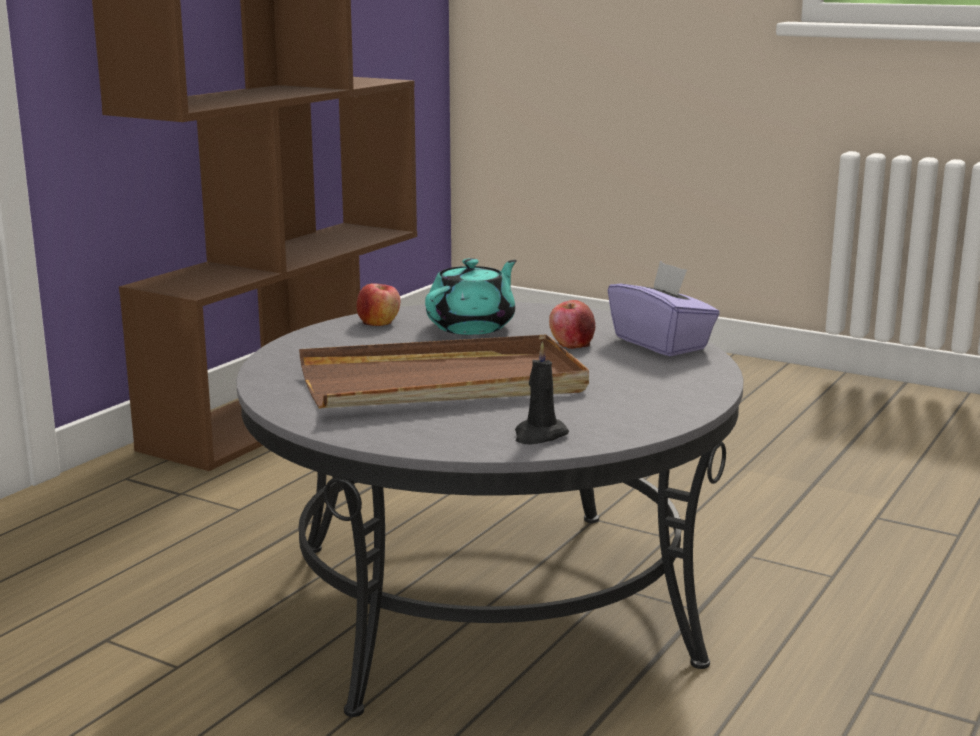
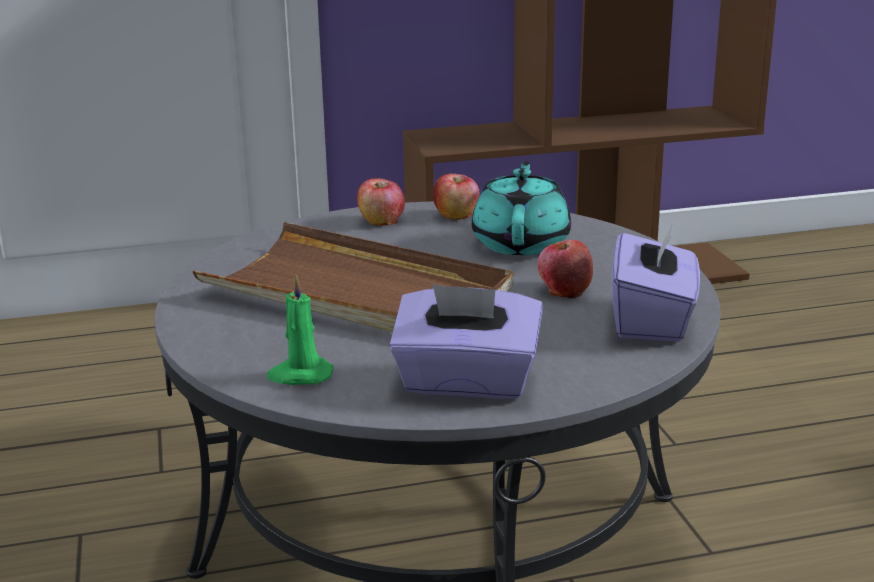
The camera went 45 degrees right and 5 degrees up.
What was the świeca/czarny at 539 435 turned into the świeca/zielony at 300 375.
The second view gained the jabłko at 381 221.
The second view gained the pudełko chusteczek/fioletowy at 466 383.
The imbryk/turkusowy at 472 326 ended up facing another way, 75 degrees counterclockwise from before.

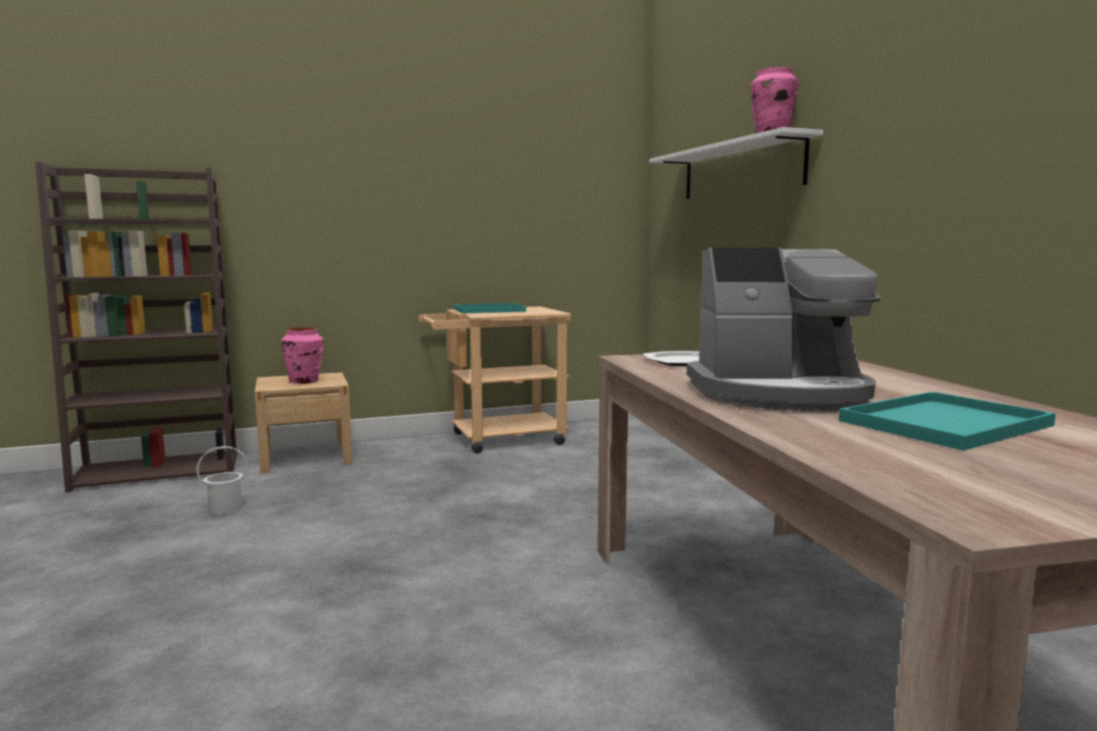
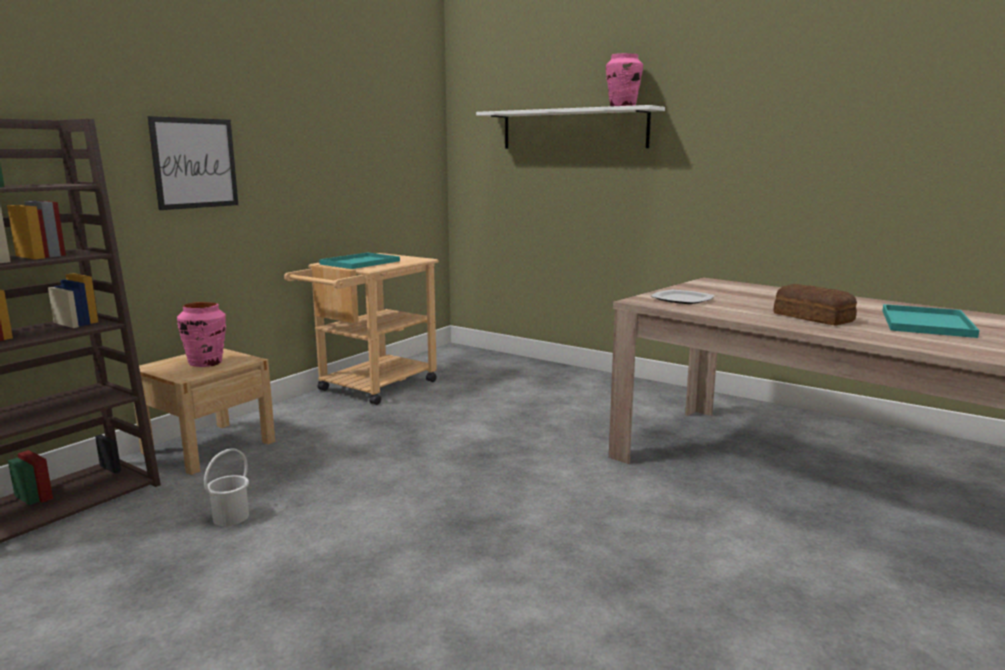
The camera went 35 degrees left and 5 degrees up.
The second view gained the obraz at 195 163.
Where the ekspres do kawy stood at 780 394, the chleb came to stand at 812 317.

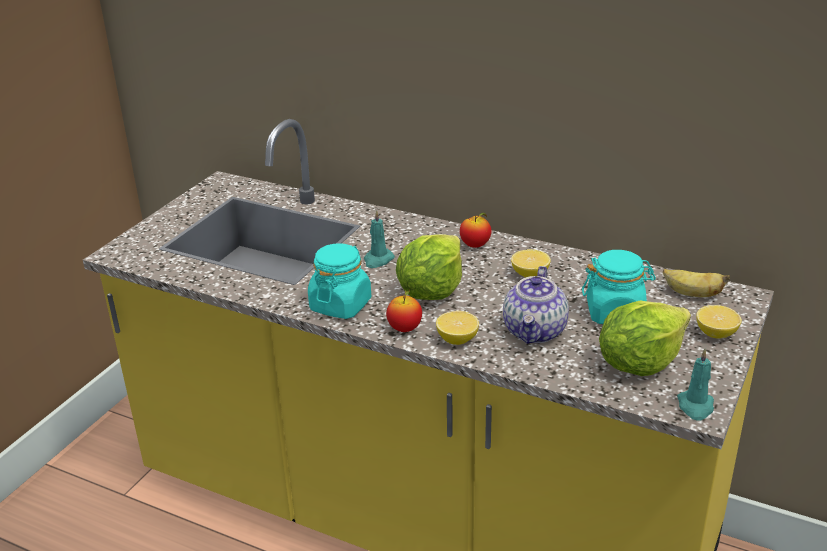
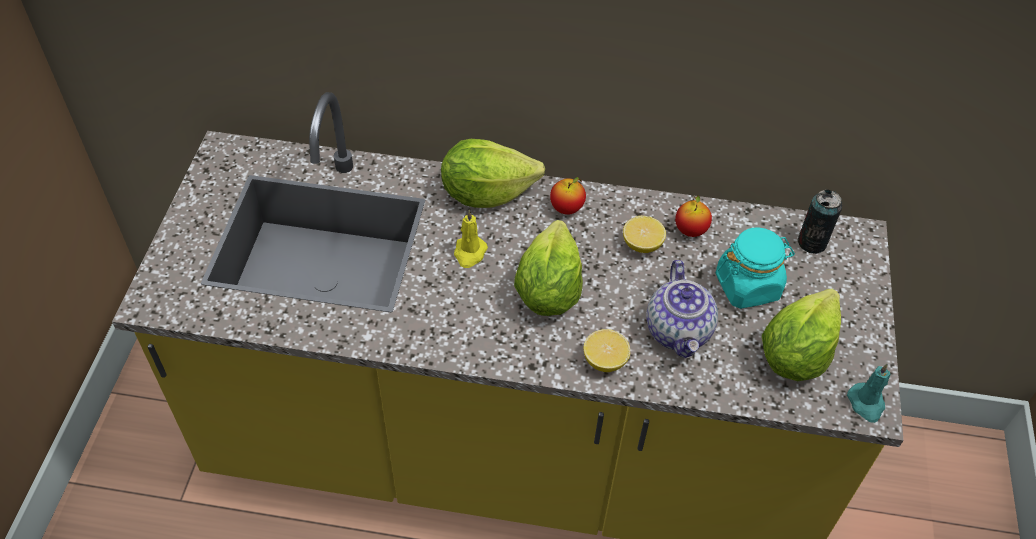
The camera went 20 degrees left and 20 degrees up.
The second view gained the sałata at 486 193.
What was the świeca/turkusowy at 378 260 turned into the świeca/żółty at 469 253.
The jabłko ended up elsewhere, having gone from 405 329 to 690 230.
Where the banan stood at 691 294, the puszka came to stand at 812 242.
The second view lost the słoik/turkusowy at 340 305.
The second view lost the cytryna at 716 334.

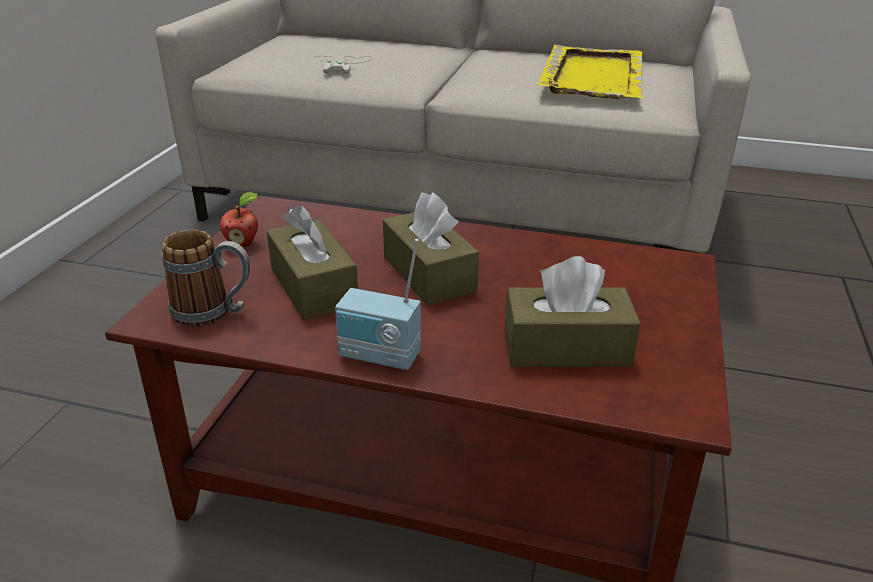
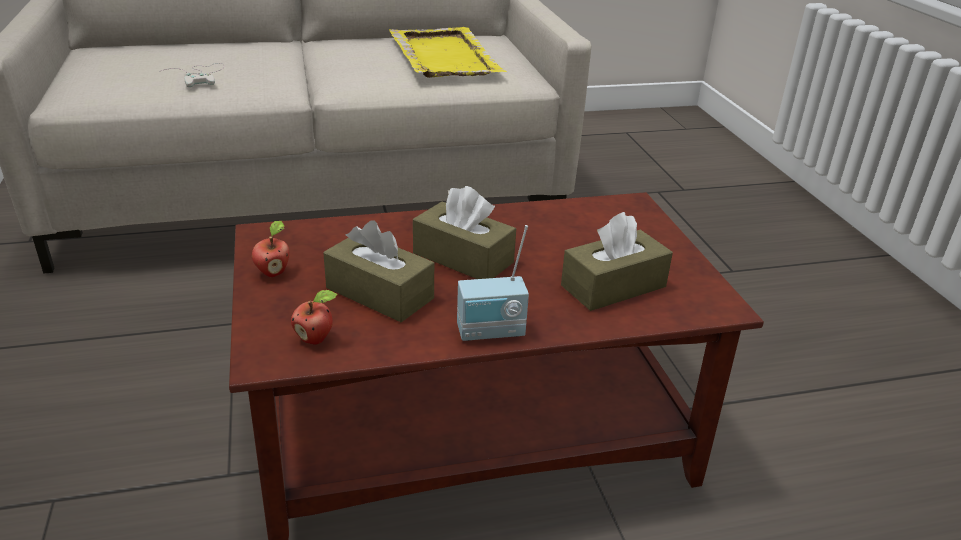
The camera went 30 degrees left and 0 degrees up.
Where the kubek stood at 214 313, the jabłko came to stand at 316 339.

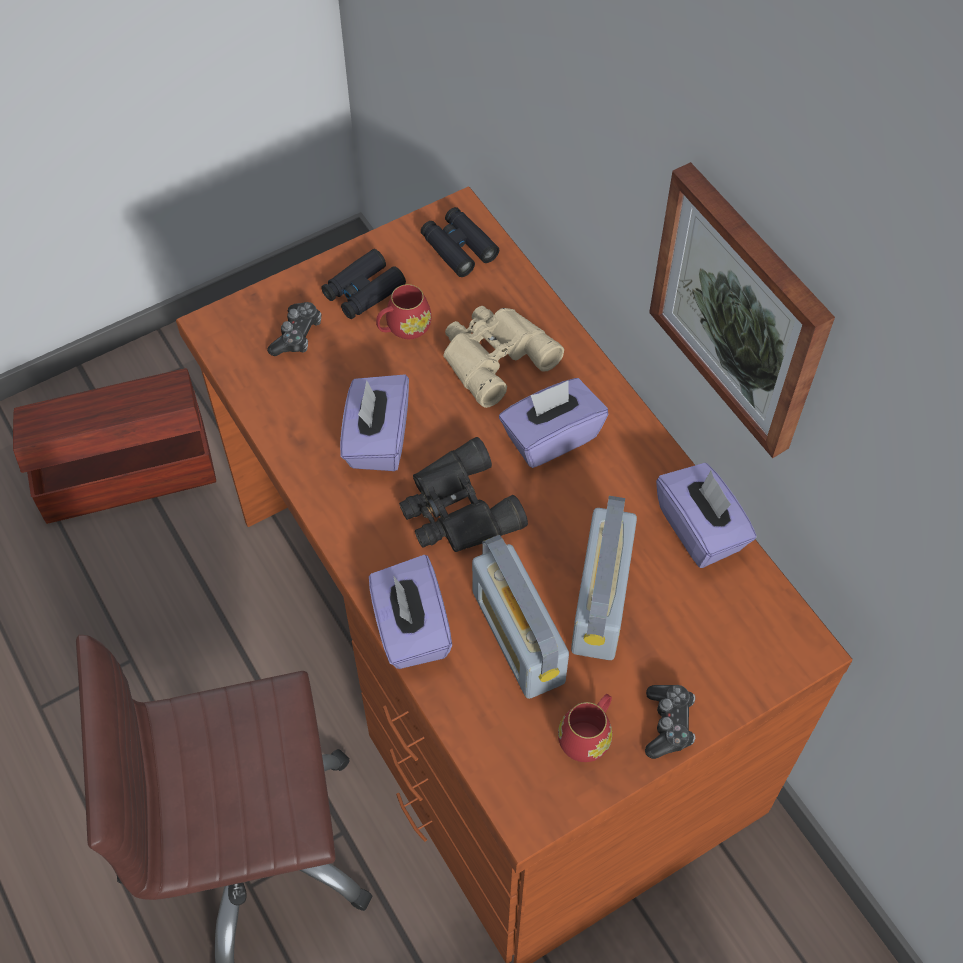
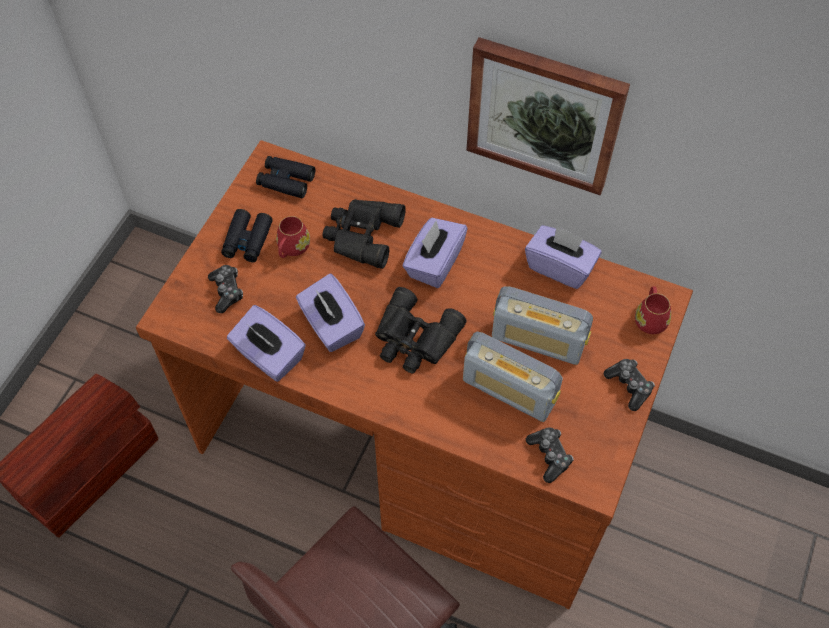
The camera went 35 degrees left and 0 degrees up.
The pudełko chusteczek/fioletowy ended up elsewhere, having gone from 410 629 to 269 356.
What was the lornetka/beżowy at 493 356 turned into the lornetka/czarny at 361 235.
The radio at 601 600 ended up facing another way, 45 degrees counterclockwise from before.
The second view gained the pad do gier at 549 456.
The kubek/czerwony ended up elsewhere, having gone from 588 735 to 650 318.

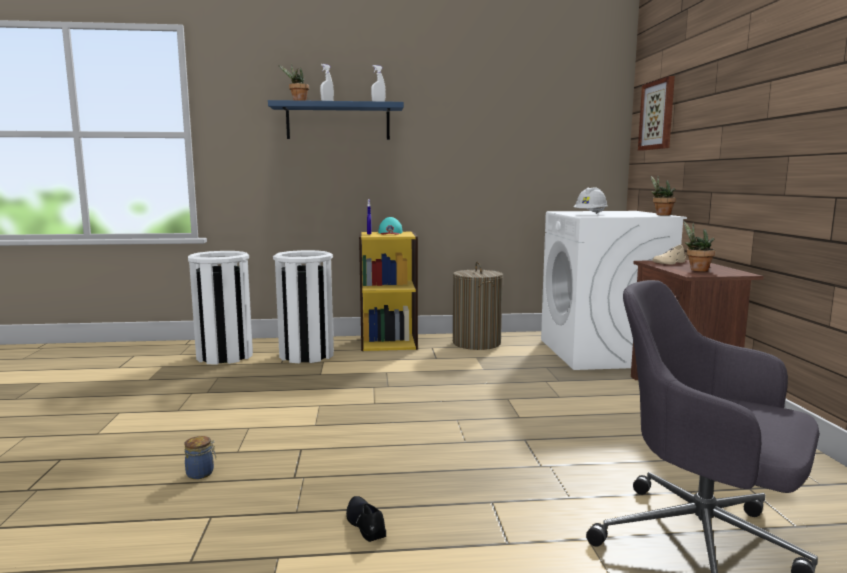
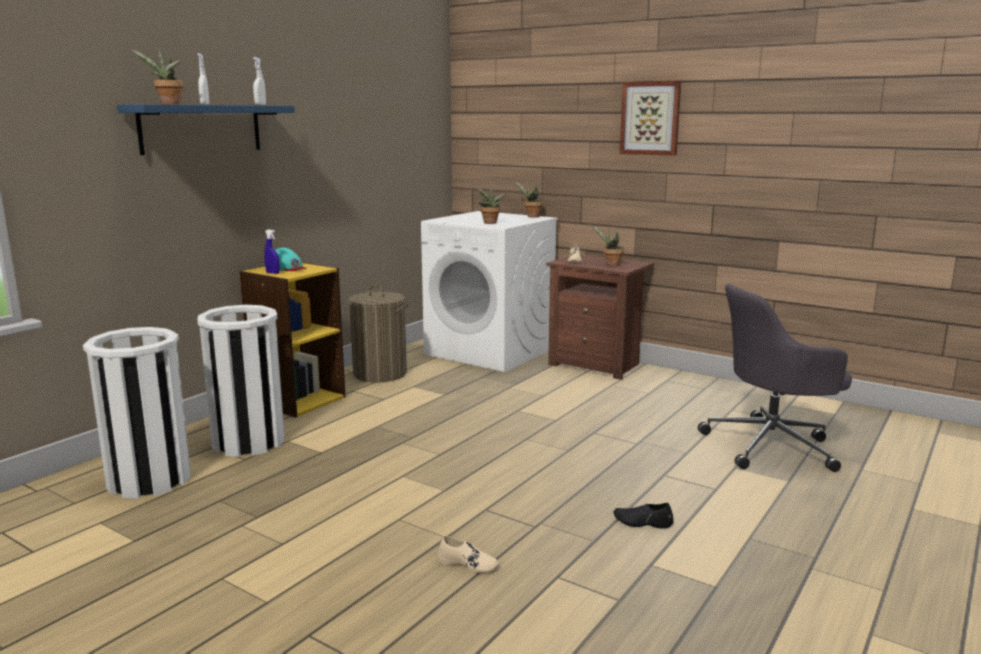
The camera went 50 degrees left and 5 degrees up.
Where the słoik stood at 201 473, the but/beżowy came to stand at 468 563.
Where the kask/biały stood at 590 215, the roślina doniczkowa came to stand at 490 223.
The obraz ended up elsewhere, having gone from 657 115 to 650 118.

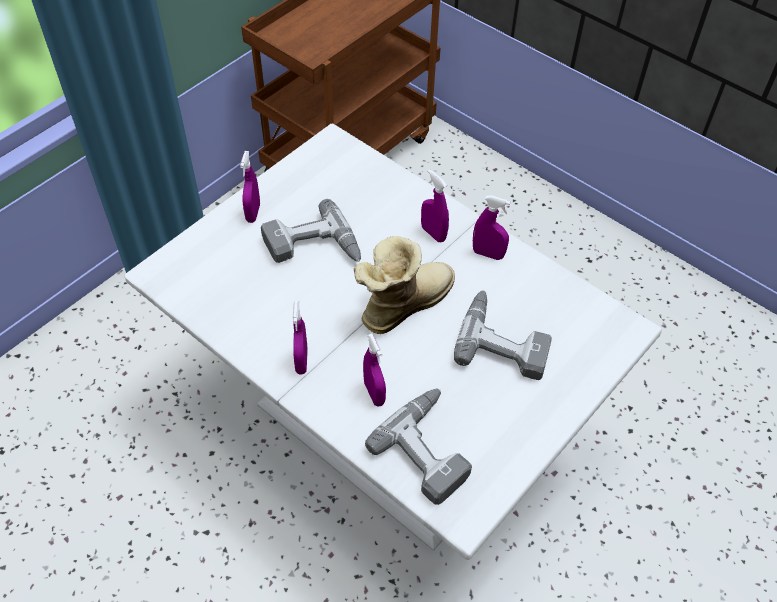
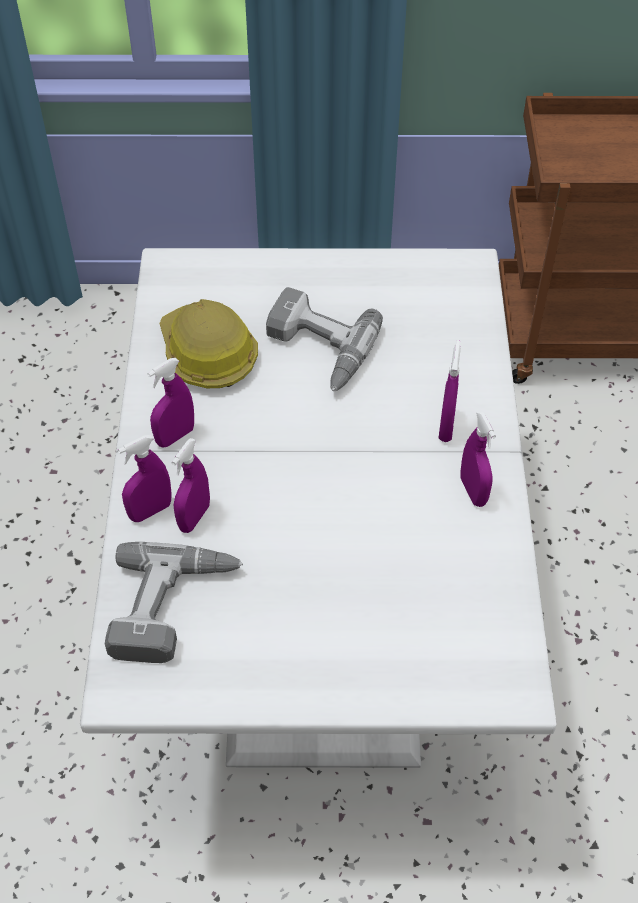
The camera went 50 degrees right and 0 degrees up.
The spryskiwacz/fioletowy ended up elsewhere, having gone from 253 213 to 150 511.
The second view gained the kask at 207 354.
The second view lost the but z cholewką at 402 304.
The second view lost the wiertarka at 504 341.

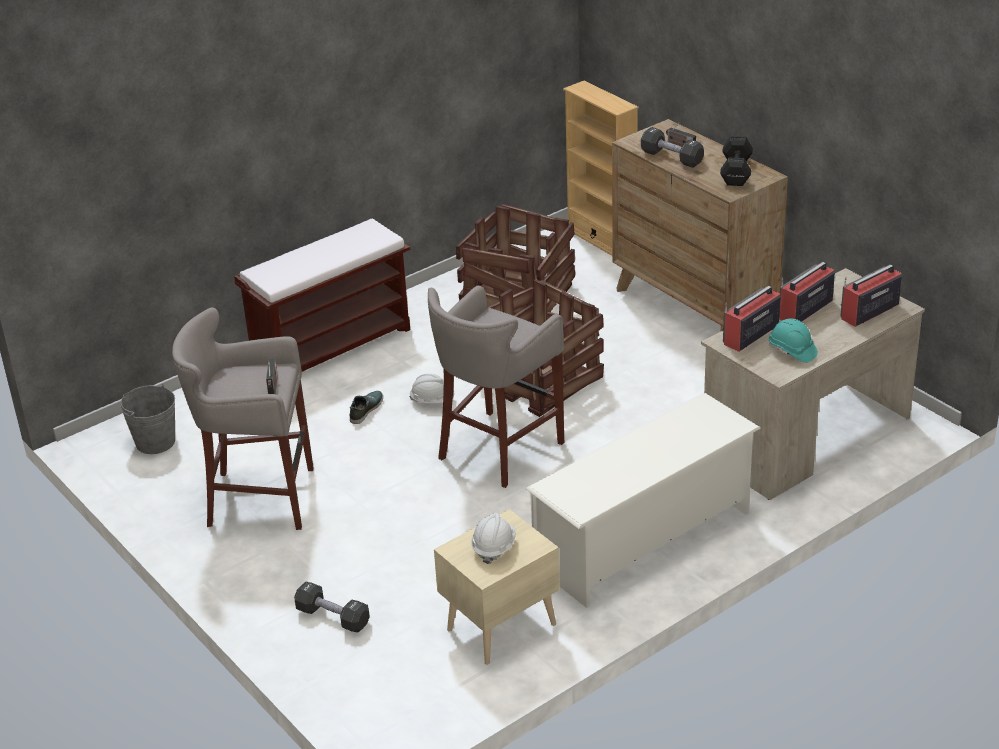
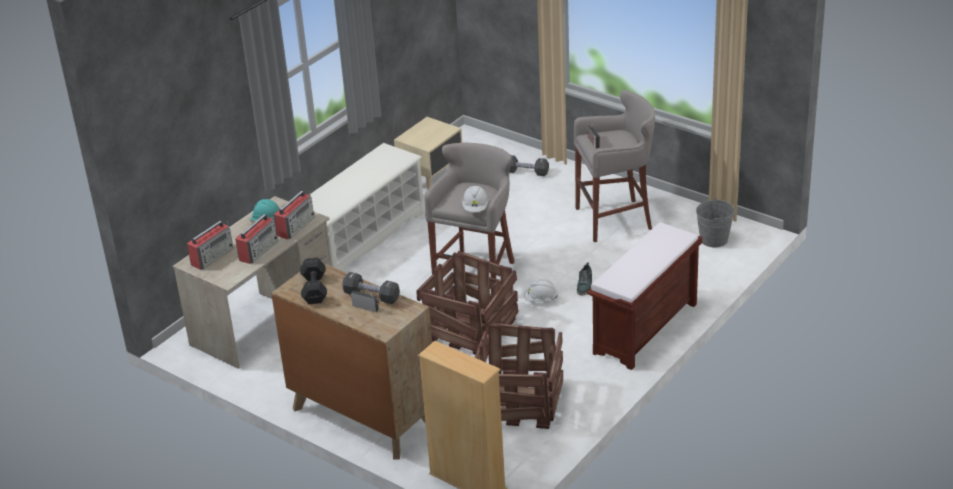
The camera went 165 degrees right and 0 degrees up.
The kask/biały ended up elsewhere, having gone from 494 547 to 475 207.

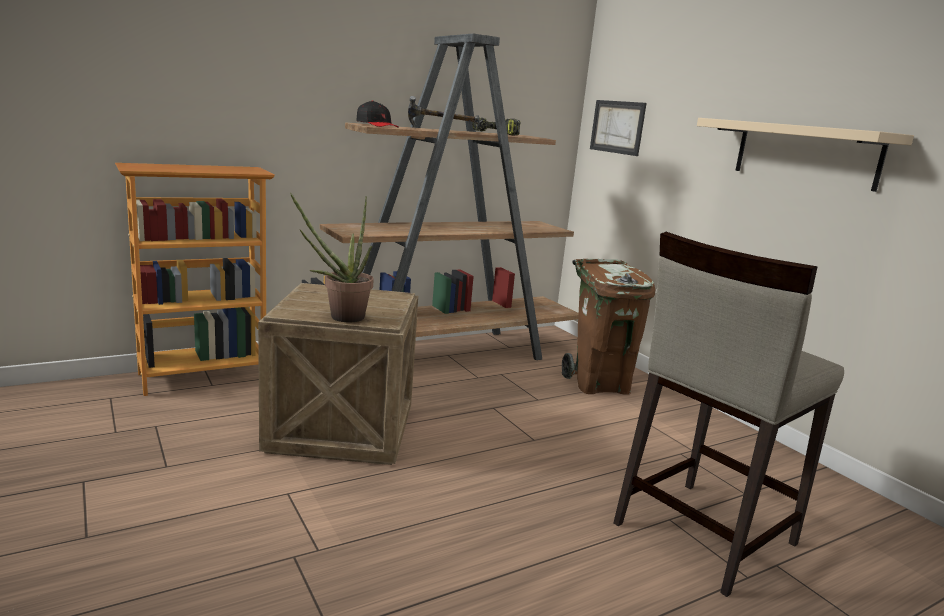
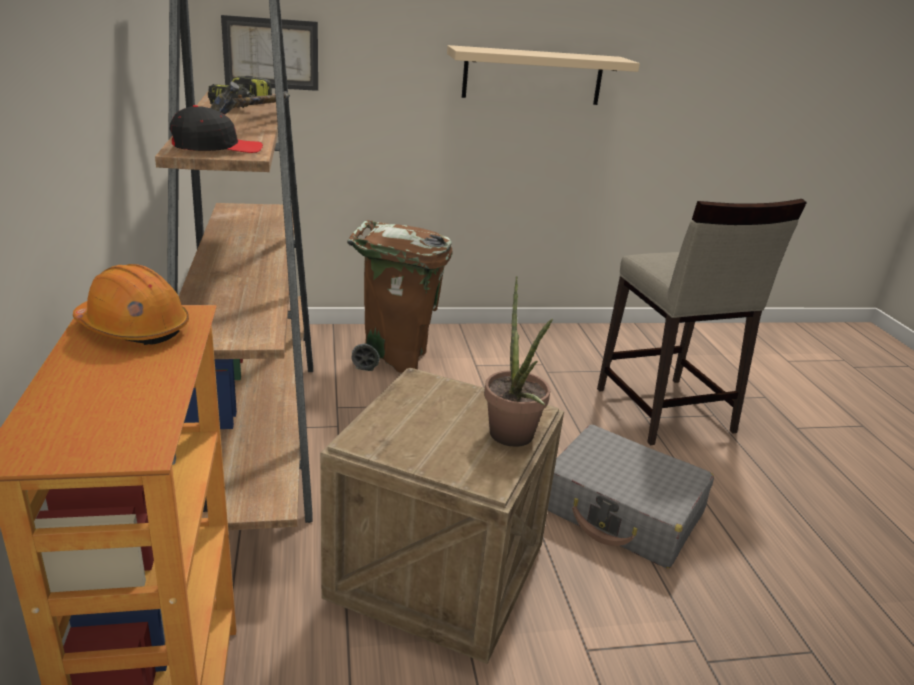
The camera went 70 degrees left and 10 degrees up.
The second view gained the kask/pomarańczowy at 133 328.
The second view gained the walizka/szary at 622 511.

